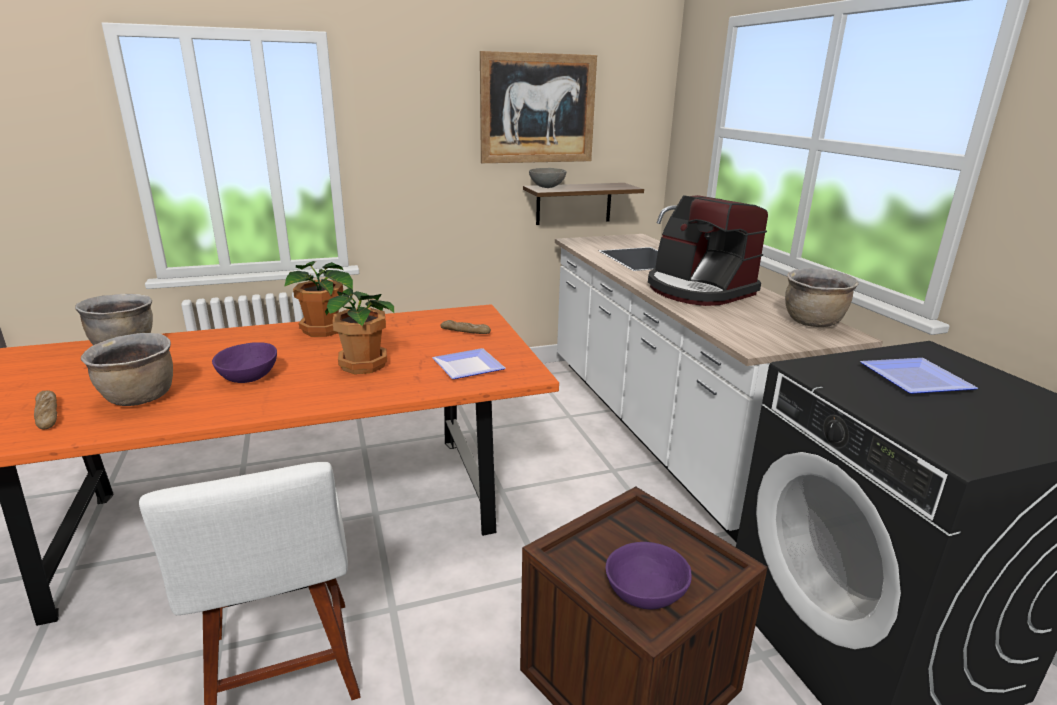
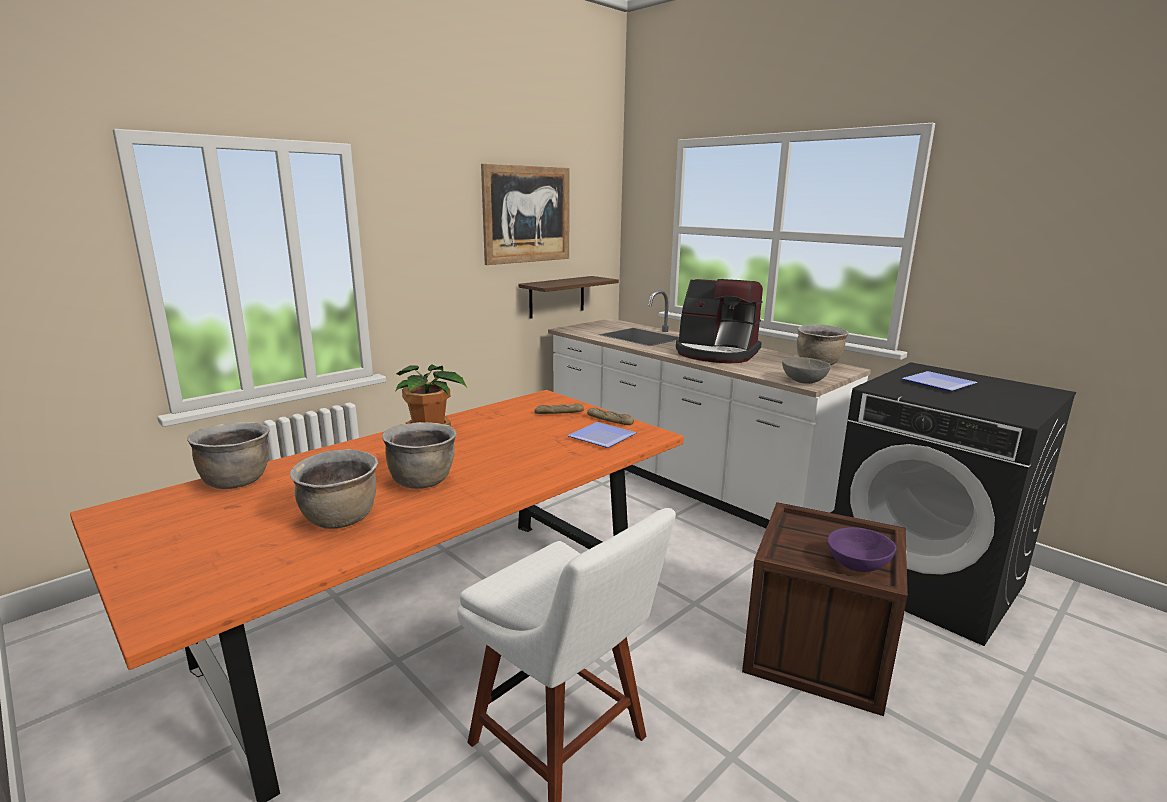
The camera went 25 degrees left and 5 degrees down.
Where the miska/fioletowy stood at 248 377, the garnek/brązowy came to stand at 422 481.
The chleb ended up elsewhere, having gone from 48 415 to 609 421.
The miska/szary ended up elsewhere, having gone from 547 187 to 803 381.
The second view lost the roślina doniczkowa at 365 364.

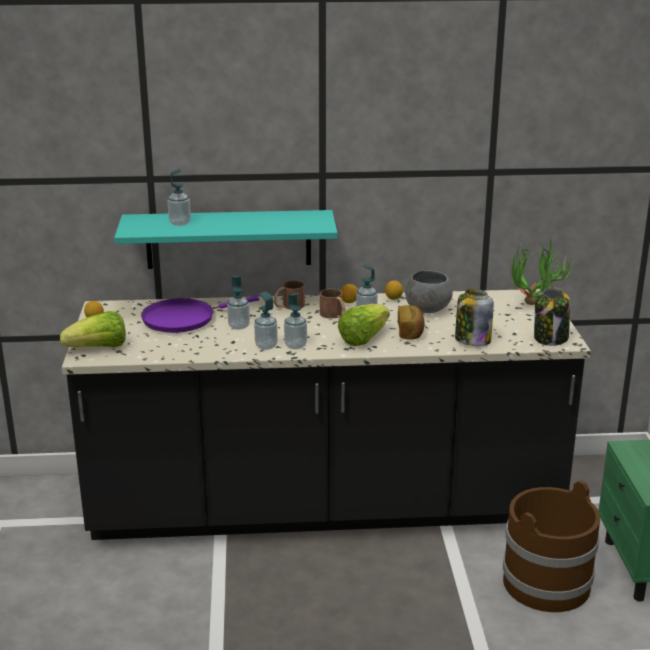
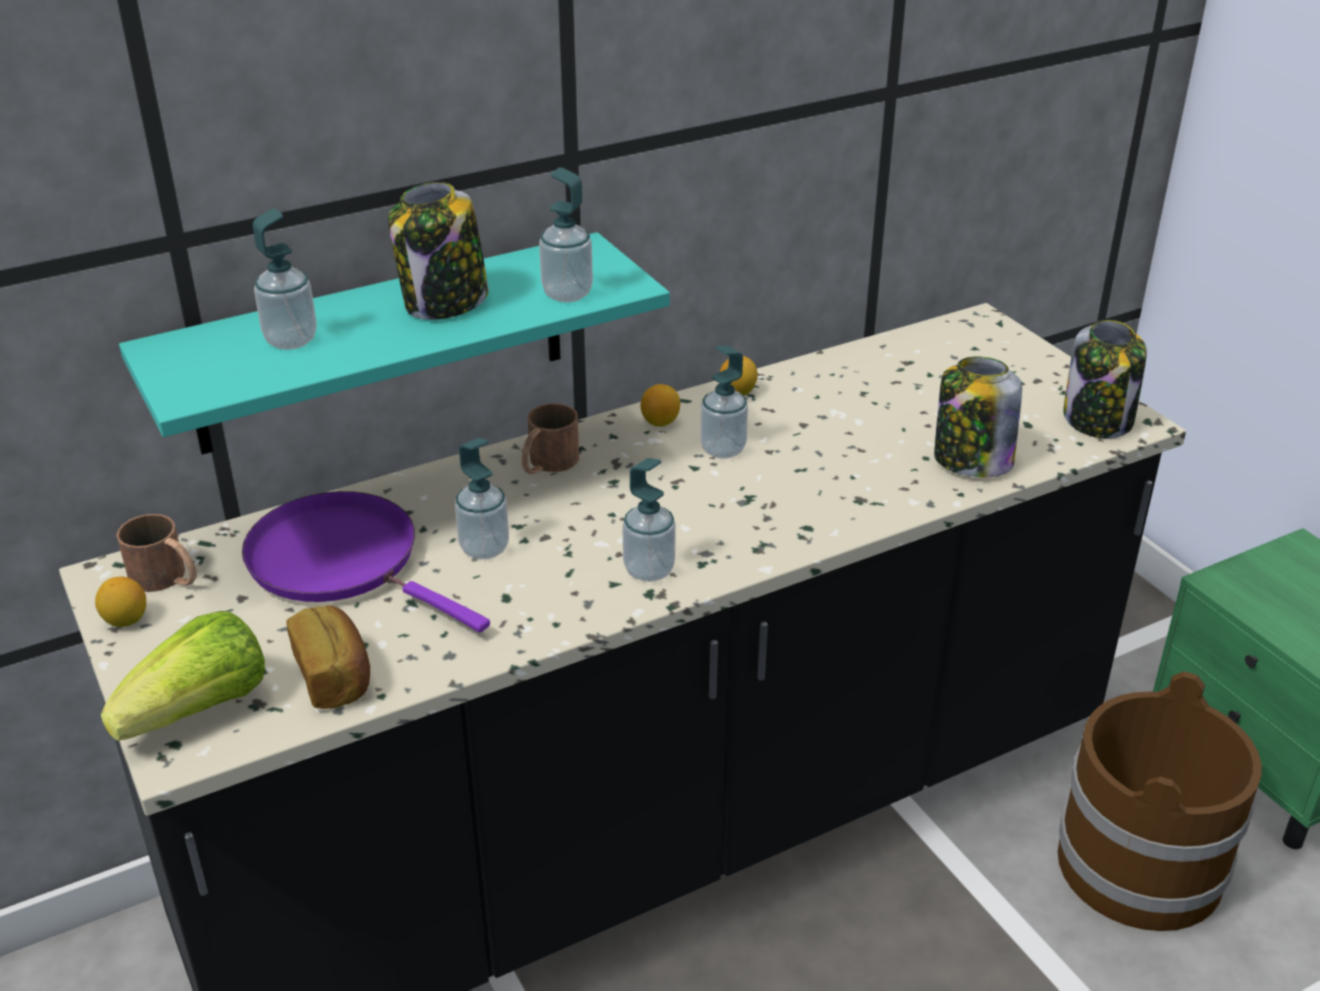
The camera went 25 degrees left and 10 degrees up.
The kubek/brązowy ended up elsewhere, having gone from 334 315 to 167 579.
The patelnia/fioletowy at 183 319 ended up facing another way, 90 degrees clockwise from before.
The chleb ended up elsewhere, having gone from 411 332 to 335 676.
The second view gained the słoik at 445 303.
The dozownik mydła ended up elsewhere, having gone from 266 346 to 567 294.
The second view lost the sałata at 363 338.
The second view lost the miska/szary at 427 309.
The second view lost the roślina doniczkowa at 534 308.

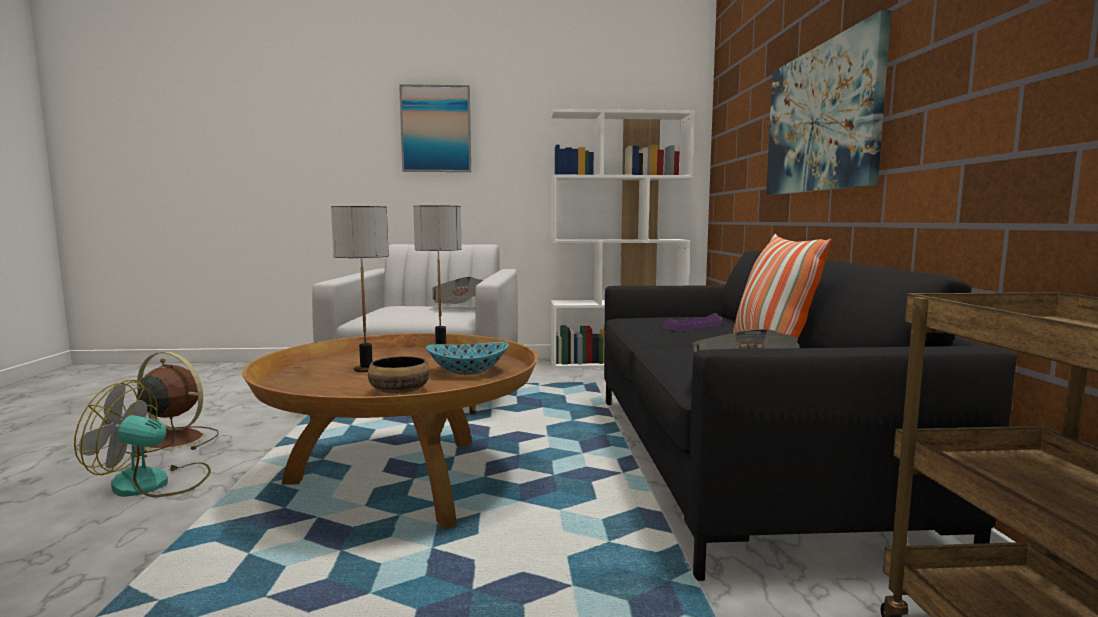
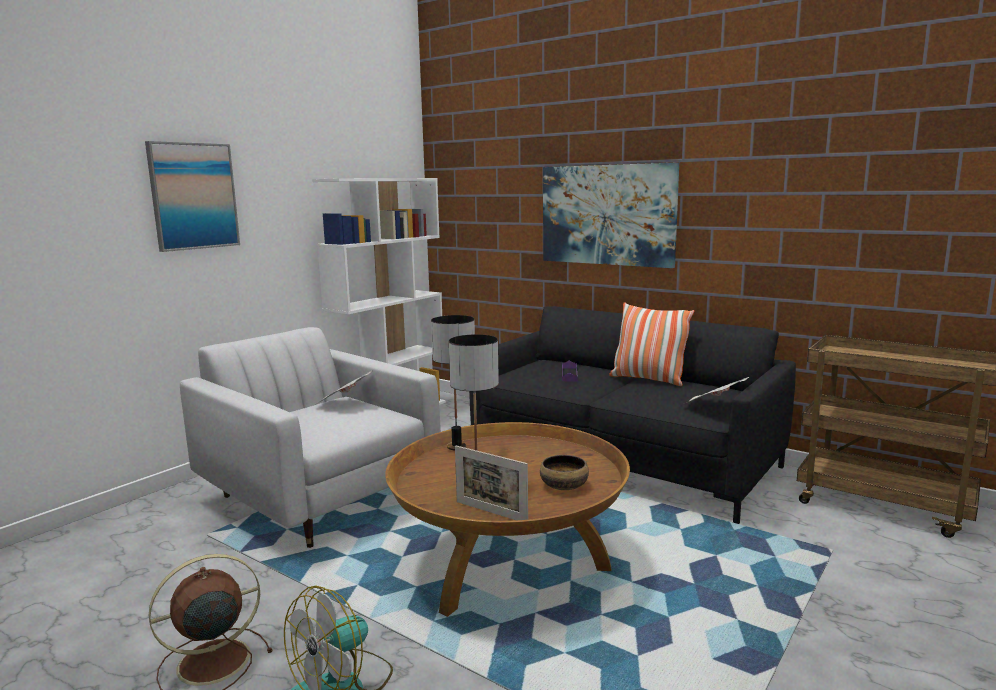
The camera went 50 degrees left and 5 degrees up.
The second view gained the ramka na zdjęcie at 491 512.
The second view lost the miska at 467 371.

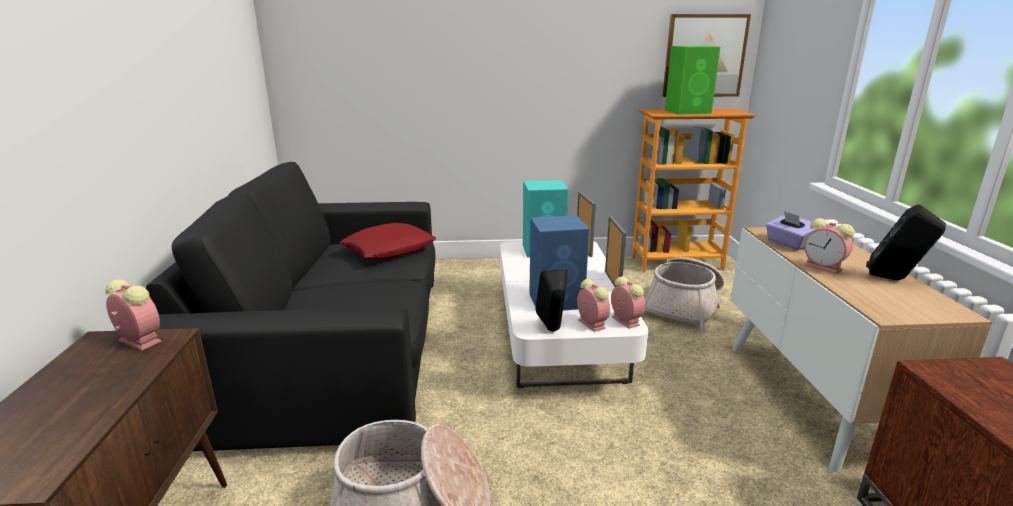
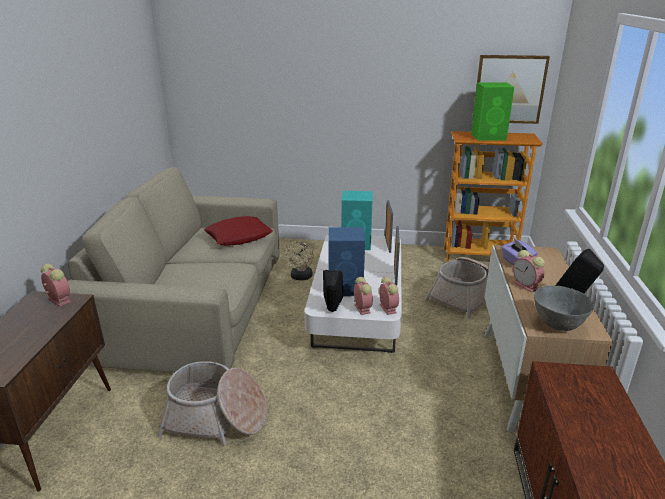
The camera went 10 degrees right and 5 degrees up.
What was the kanapa/czarny at 336 349 turned into the kanapa/beżowy at 196 305.
The second view gained the wentylator/beżowy at 301 277.
The second view gained the miska/szary at 558 325.

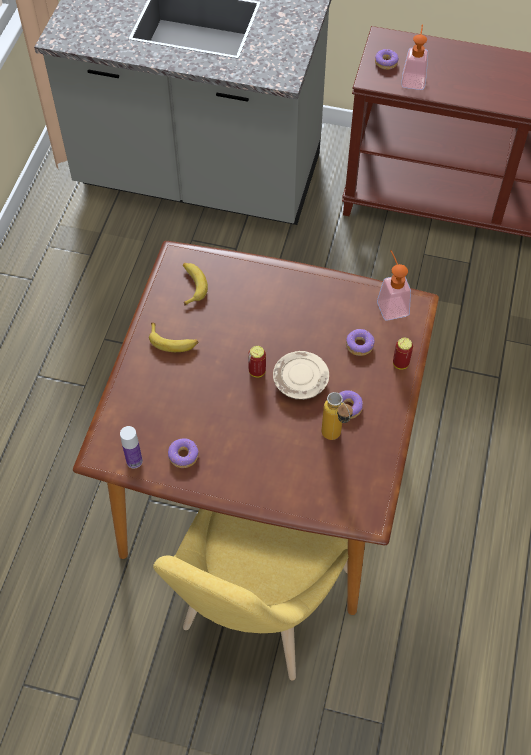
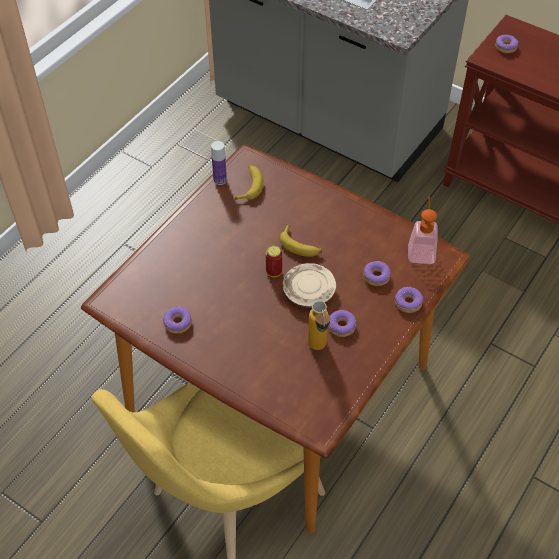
The camera went 20 degrees right and 5 degrees down.
The butelka ended up elsewhere, having gone from 134 461 to 220 180.
The banan ended up elsewhere, having gone from 173 341 to 300 245.
Where the puszka stood at 400 363, the donut came to stand at 407 303.
The second view lost the dozownik mydła at 414 78.

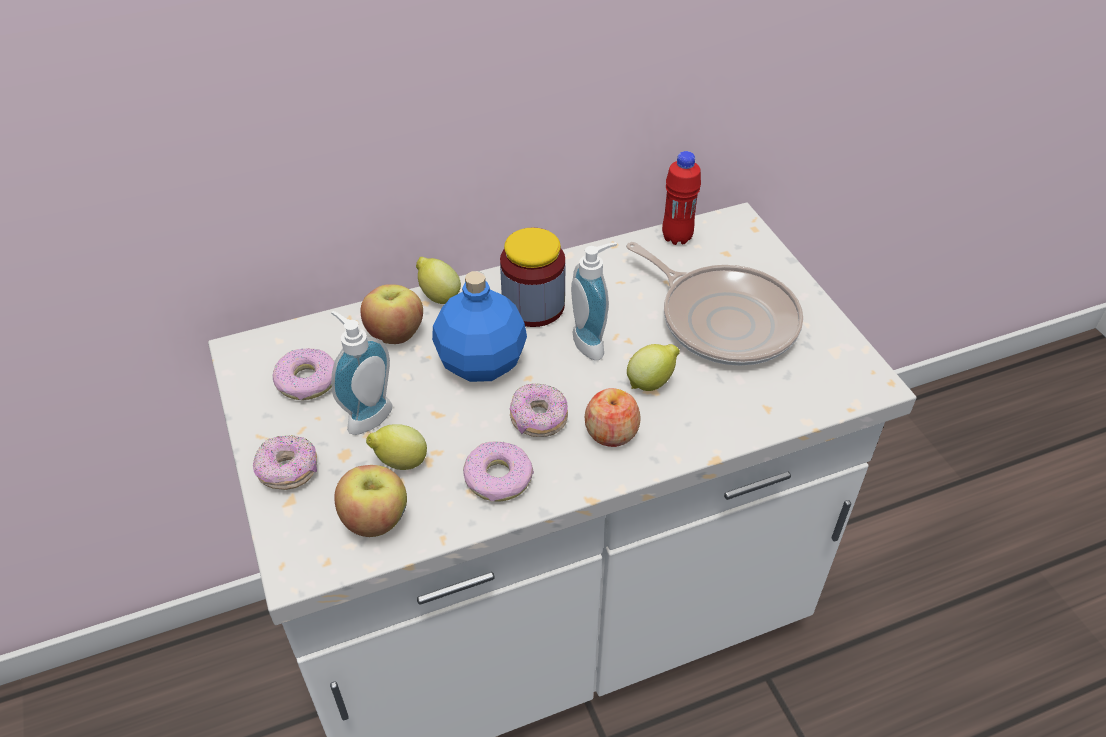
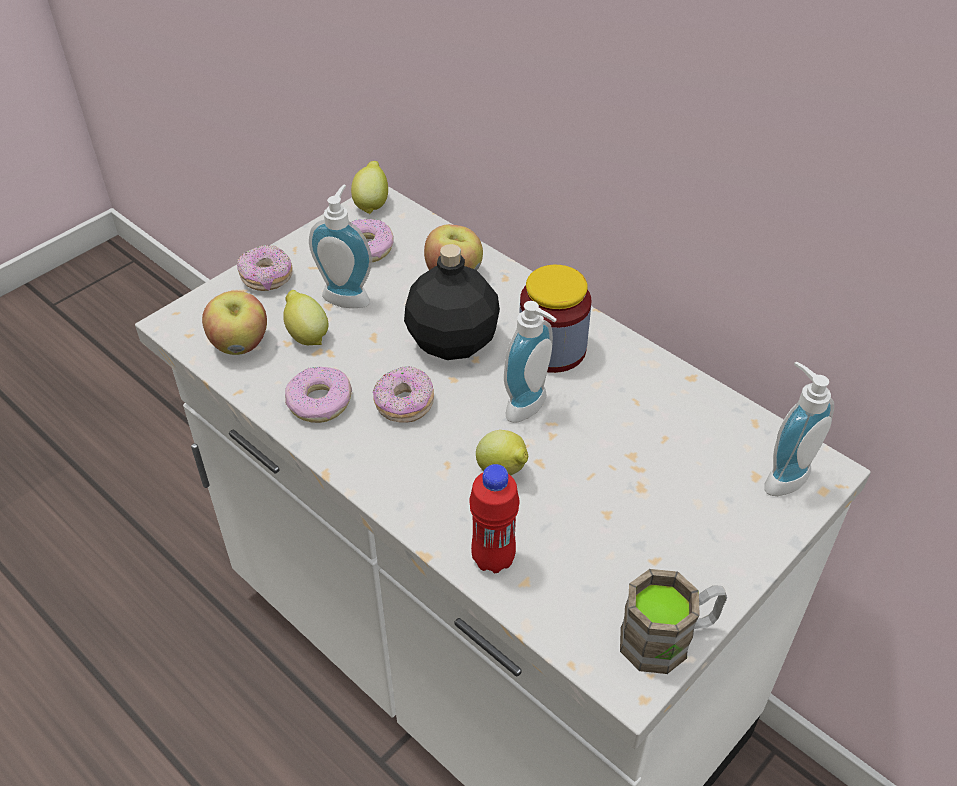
The camera went 65 degrees right and 0 degrees up.
The cytryna ended up elsewhere, having gone from 438 296 to 372 204.
What was the butelka/niebieski at 480 362 turned into the butelka/czarny at 452 340.
The butelka/czerwony ended up elsewhere, having gone from 677 237 to 493 559.
The second view gained the kubek/brązowy at 668 638.
The second view gained the dozownik mydła at 781 475.
The second view lost the jabłko at 611 432.
The second view lost the patelnia at 723 319.

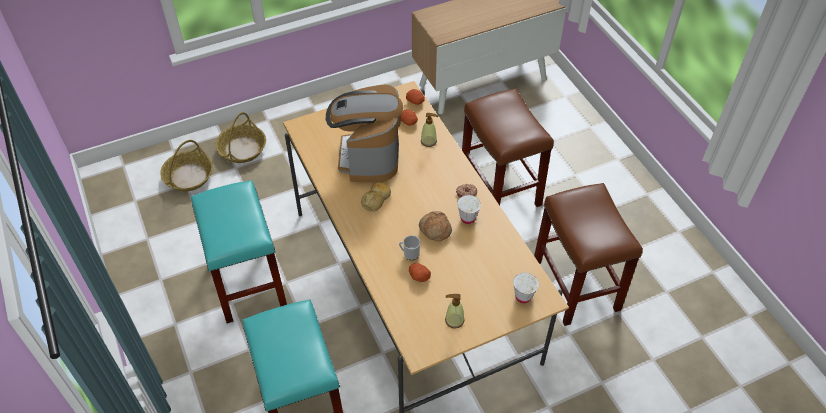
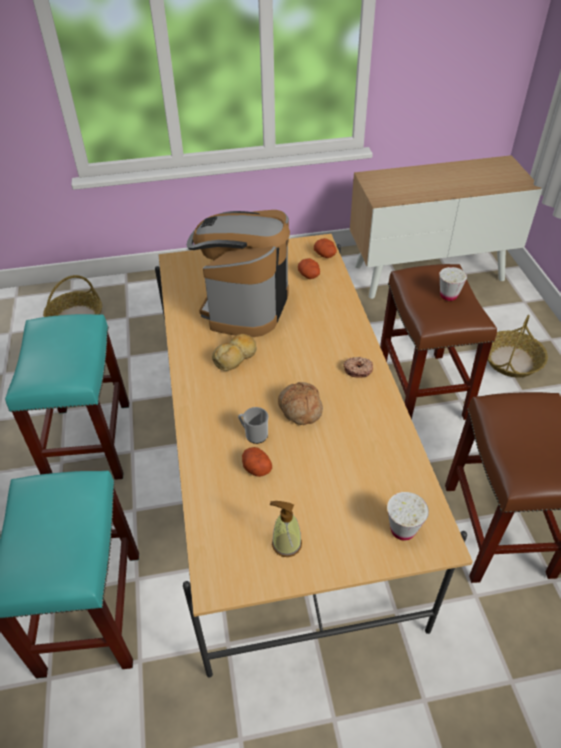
The camera went 15 degrees right and 5 degrees down.
The filiżanka/biały ended up elsewhere, having gone from 468 218 to 448 296.
The koszyk ended up elsewhere, having gone from 242 149 to 512 361.
The second view lost the dozownik mydła at 429 141.

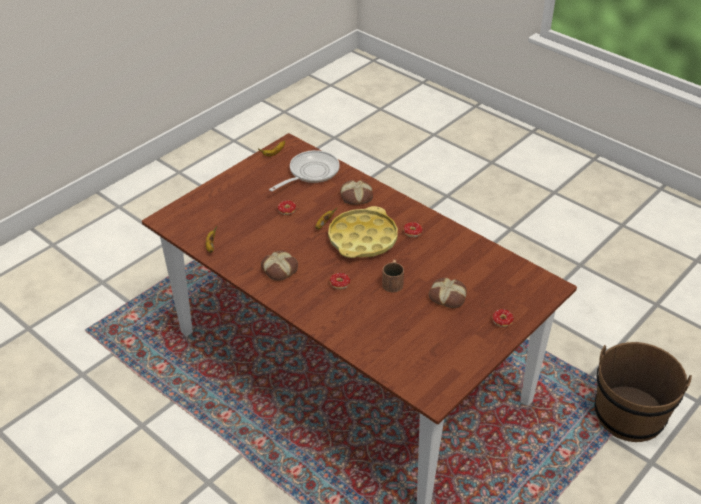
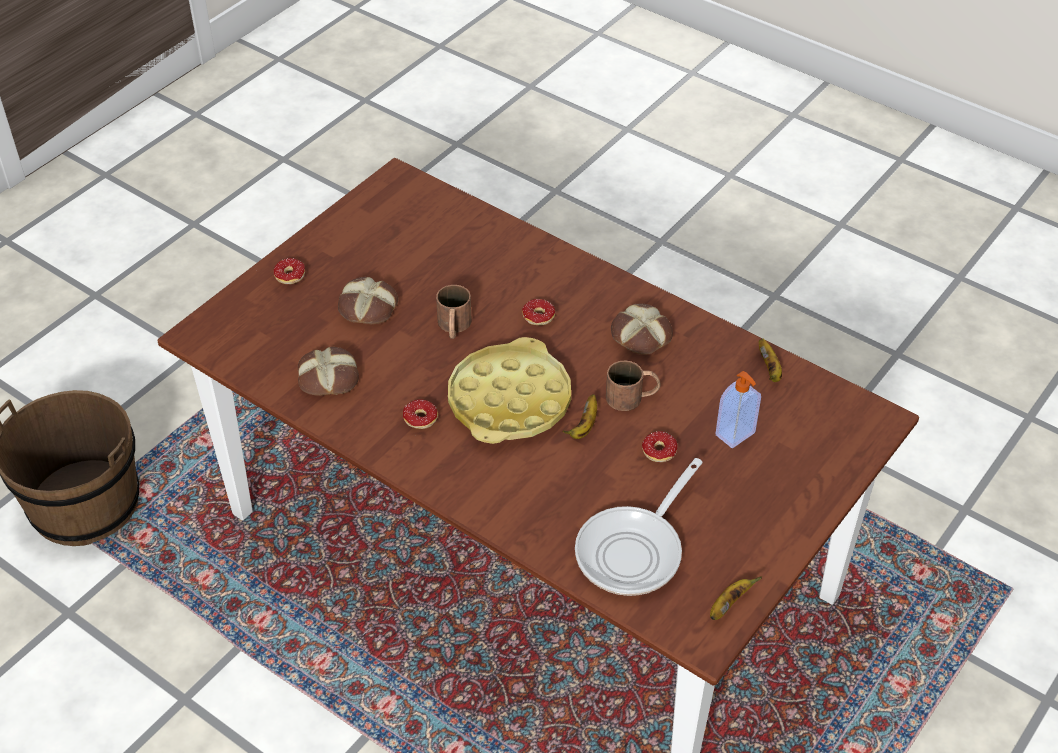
The camera went 175 degrees right and 5 degrees up.
The chleb ended up elsewhere, having gone from 356 197 to 328 377.
The second view gained the kubek/brązowy at 632 397.
The second view gained the dozownik mydła at 736 435.

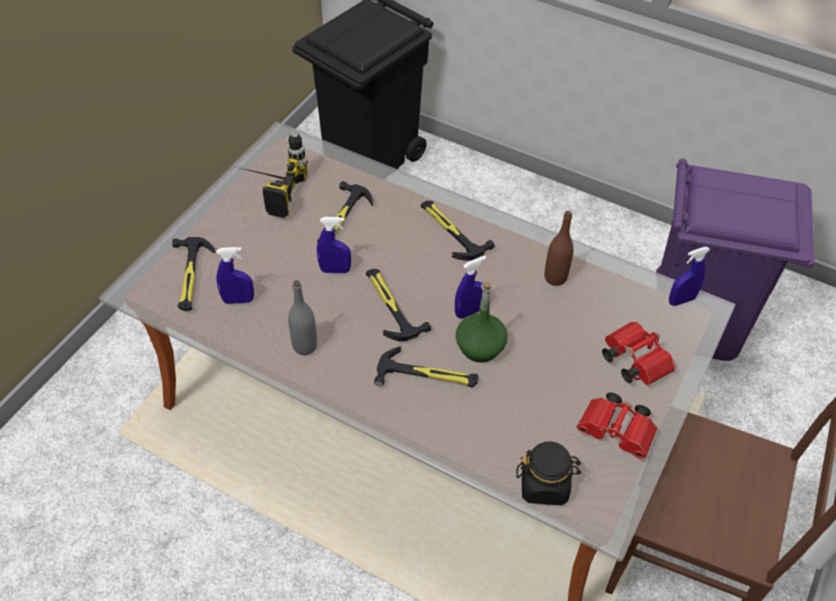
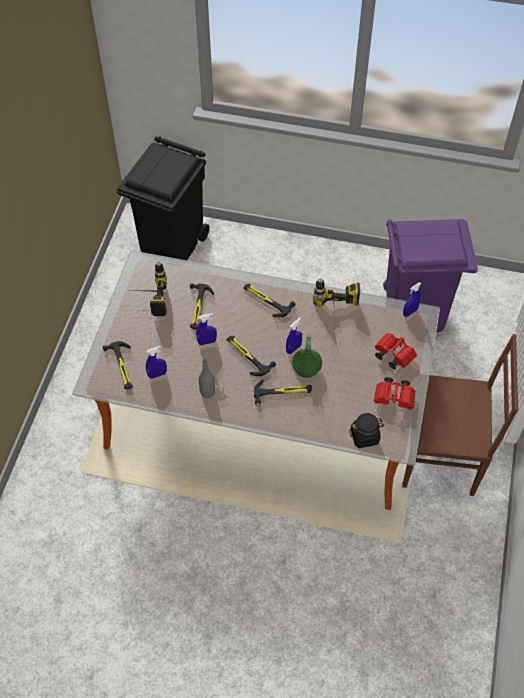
The camera went 15 degrees left and 5 degrees up.
Where the butelka/brązowy stood at 555 277, the wiertarka came to stand at 336 315.

